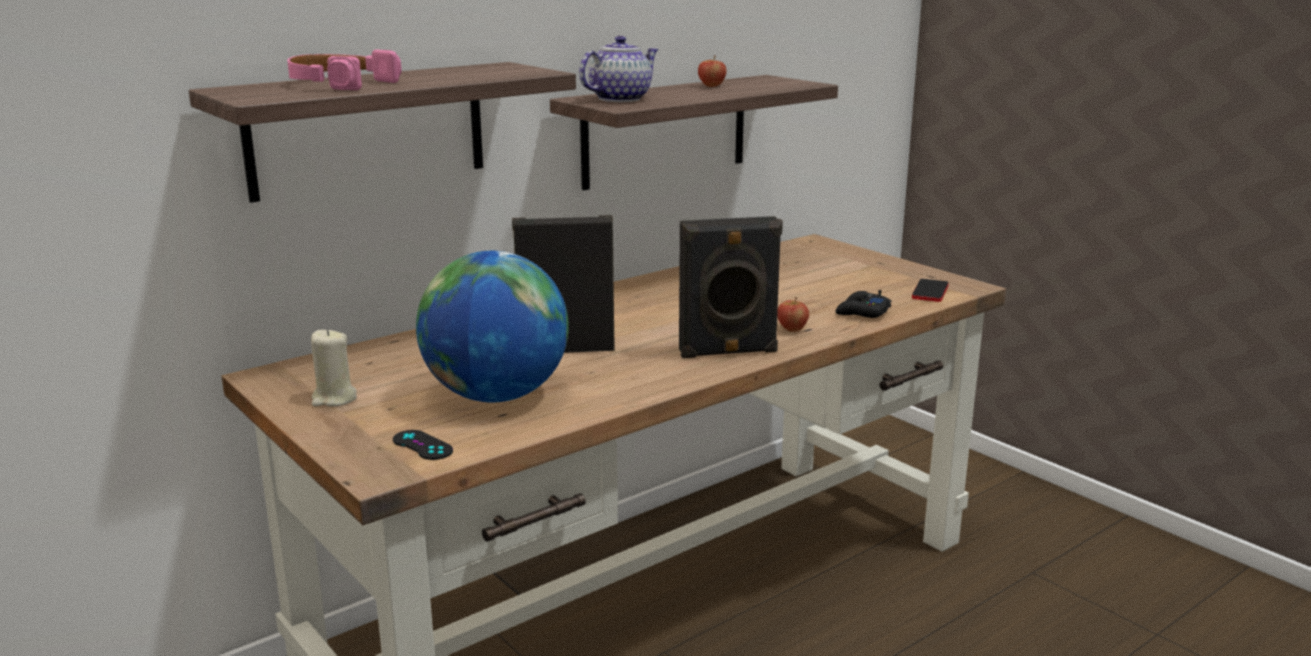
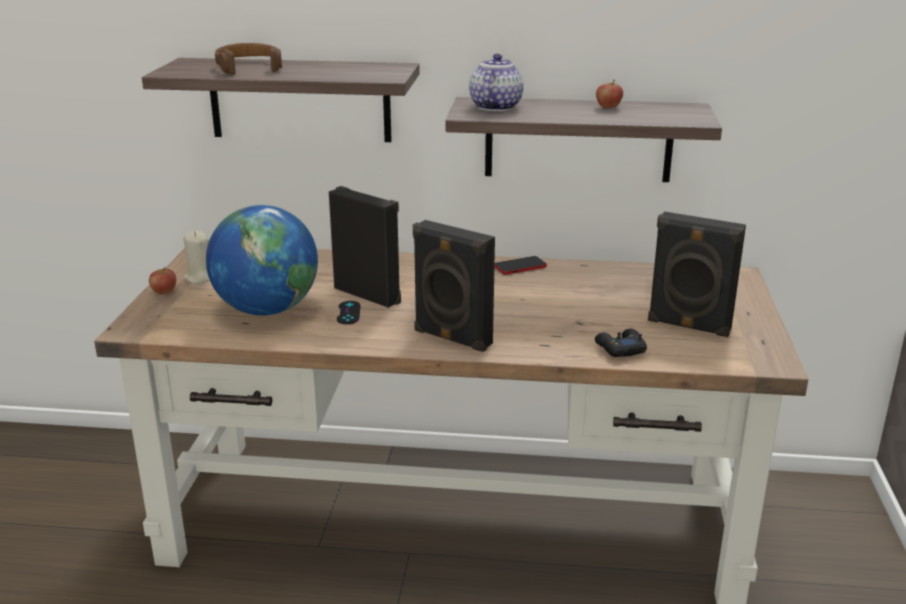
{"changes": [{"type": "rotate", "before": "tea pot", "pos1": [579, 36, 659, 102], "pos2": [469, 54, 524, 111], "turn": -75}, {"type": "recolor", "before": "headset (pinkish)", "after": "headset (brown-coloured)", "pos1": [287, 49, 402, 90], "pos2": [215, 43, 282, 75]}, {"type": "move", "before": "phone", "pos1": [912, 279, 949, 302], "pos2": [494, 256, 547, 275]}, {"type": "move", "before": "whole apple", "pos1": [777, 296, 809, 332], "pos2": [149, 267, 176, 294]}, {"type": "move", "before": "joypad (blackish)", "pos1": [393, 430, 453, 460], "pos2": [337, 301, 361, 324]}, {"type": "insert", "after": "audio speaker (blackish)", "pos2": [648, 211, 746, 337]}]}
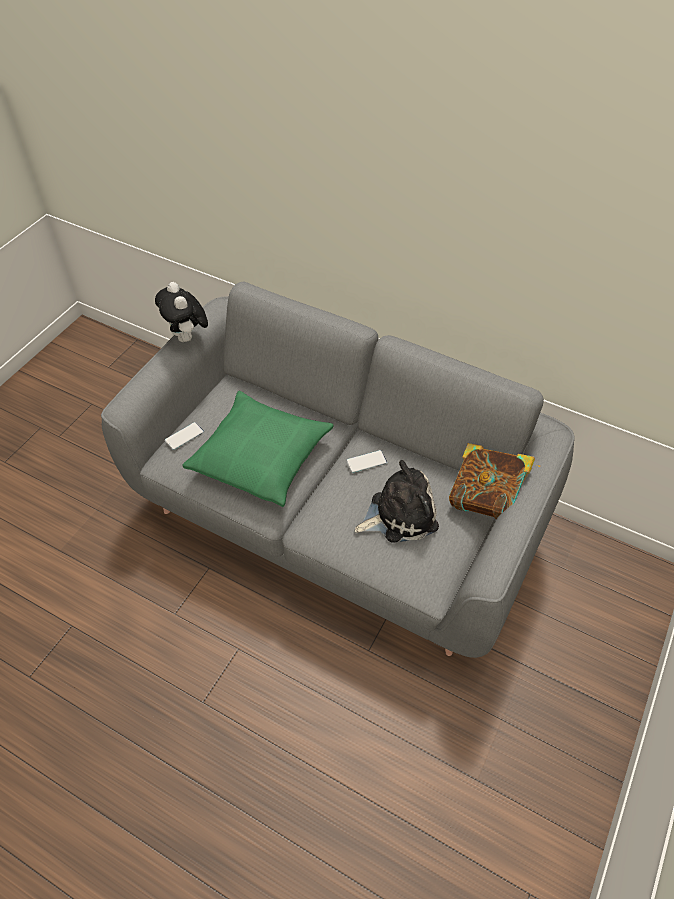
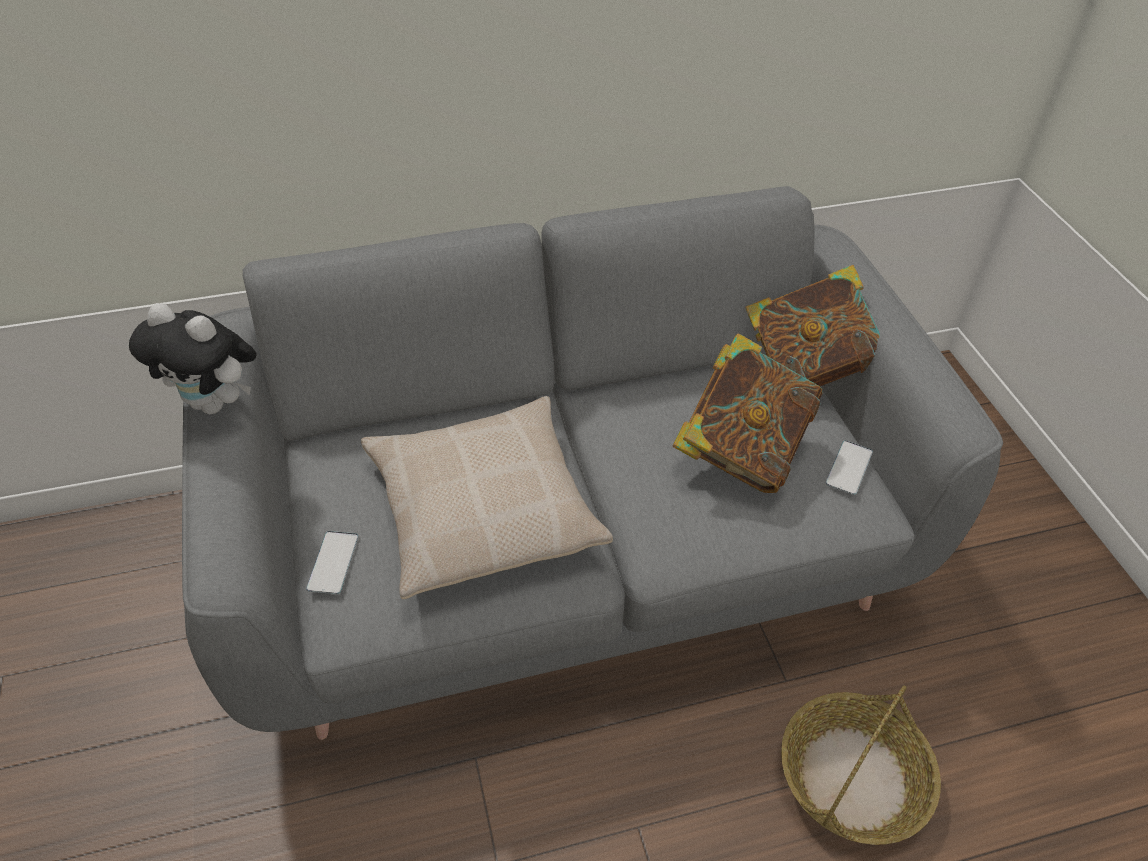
{"changes": [{"type": "recolor", "before": "throw pillow (green)", "after": "throw pillow (beige)", "pos1": [182, 391, 333, 507], "pos2": [361, 396, 613, 599]}, {"type": "move", "before": "phone", "pos1": [346, 450, 387, 473], "pos2": [826, 440, 873, 495]}, {"type": "replace", "before": "plush toy", "after": "book", "pos1": [355, 460, 439, 543], "pos2": [672, 333, 822, 493]}, {"type": "insert", "after": "basket", "pos2": [781, 685, 941, 845]}]}
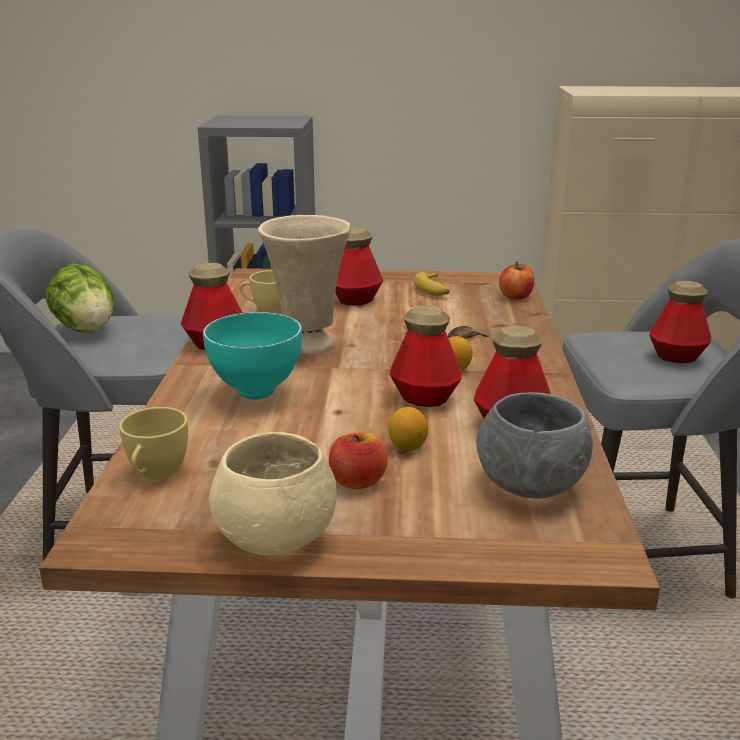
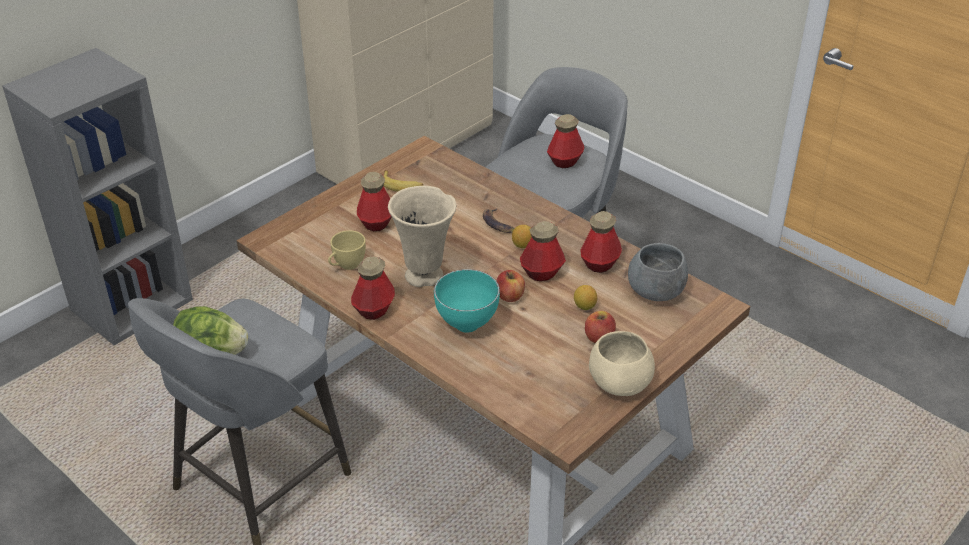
{"changes": [{"type": "move", "before": "whole apple", "pos1": [499, 262, 534, 300], "pos2": [496, 270, 525, 302]}, {"type": "delete", "before": "cup (yellow)", "pos1": [119, 407, 188, 479]}]}
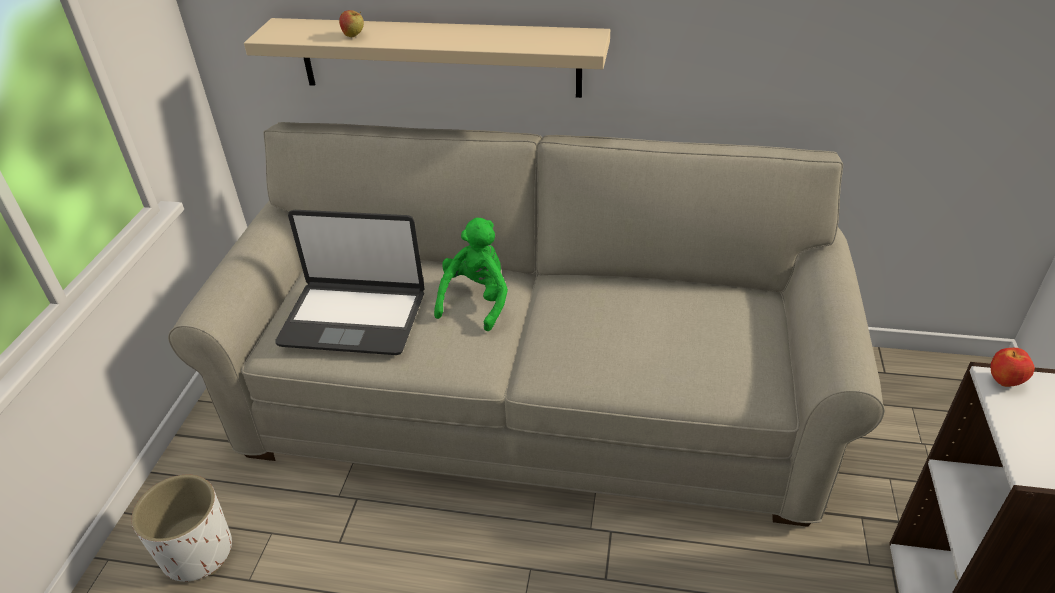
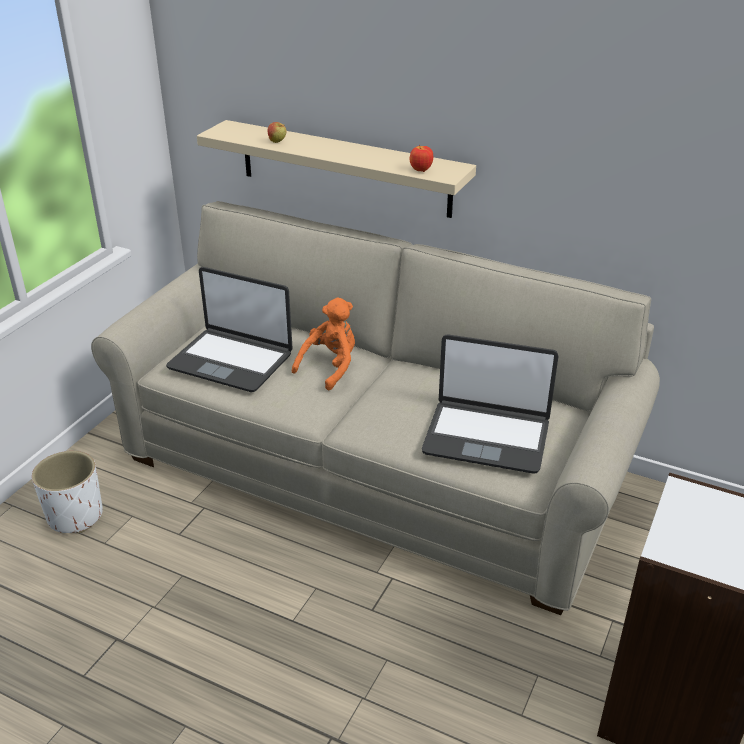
{"changes": [{"type": "recolor", "before": "plush toy (green)", "after": "plush toy (orange-coloured)", "pos1": [434, 218, 508, 331], "pos2": [292, 298, 355, 390]}, {"type": "move", "before": "whole apple", "pos1": [991, 348, 1035, 387], "pos2": [409, 145, 433, 172]}, {"type": "insert", "after": "portable computer", "pos2": [422, 334, 559, 474]}]}
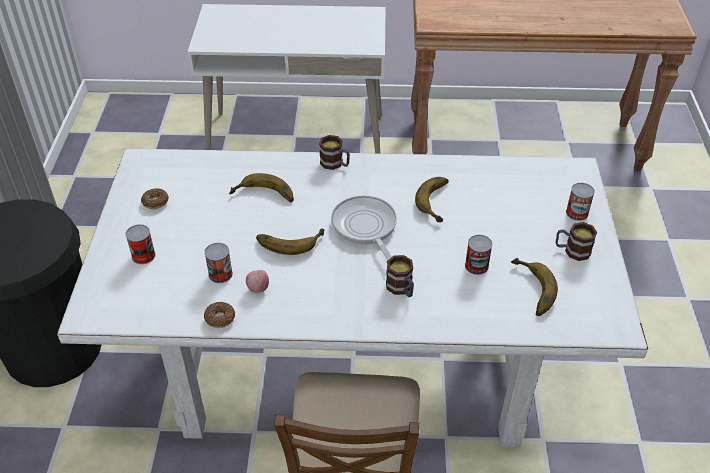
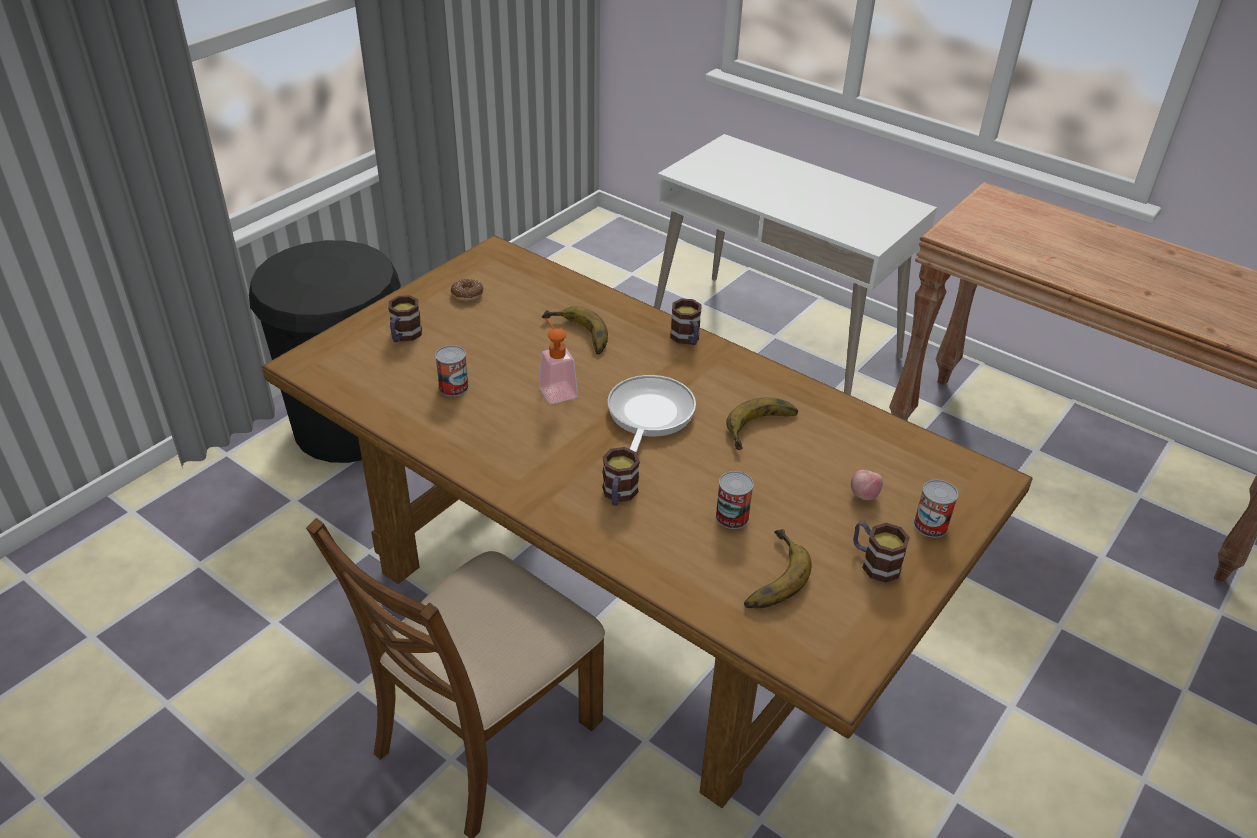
{"changes": [{"type": "recolor", "before": "dinner table (white)", "after": "dinner table (brown-coloured)", "pos1": [57, 148, 648, 448], "pos2": [262, 235, 1032, 808]}, {"type": "replace", "before": "metal can", "after": "coffee mug", "pos1": [125, 224, 156, 264], "pos2": [388, 295, 422, 342]}, {"type": "replace", "before": "banana", "after": "soap bottle", "pos1": [256, 228, 324, 255], "pos2": [539, 318, 578, 404]}, {"type": "move", "before": "whole apple", "pos1": [246, 270, 269, 293], "pos2": [851, 470, 883, 500]}, {"type": "delete", "before": "ring doughnut", "pos1": [204, 302, 235, 328]}]}
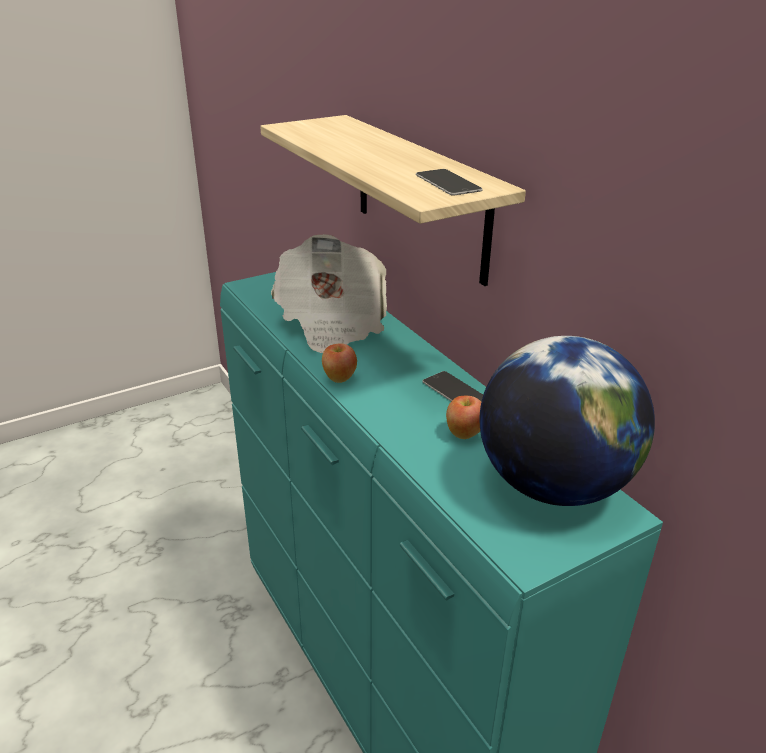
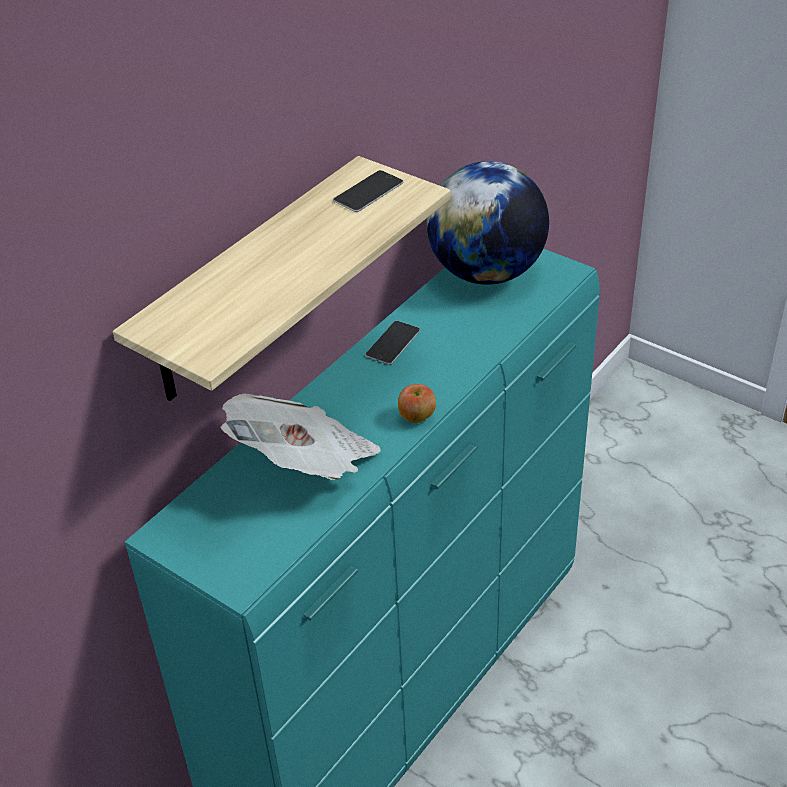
{"changes": [{"type": "delete", "before": "whole apple", "pos1": [446, 396, 481, 439]}]}
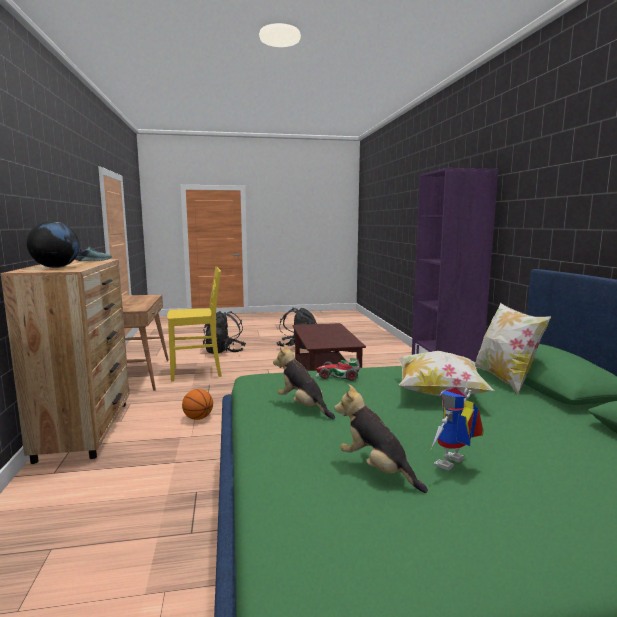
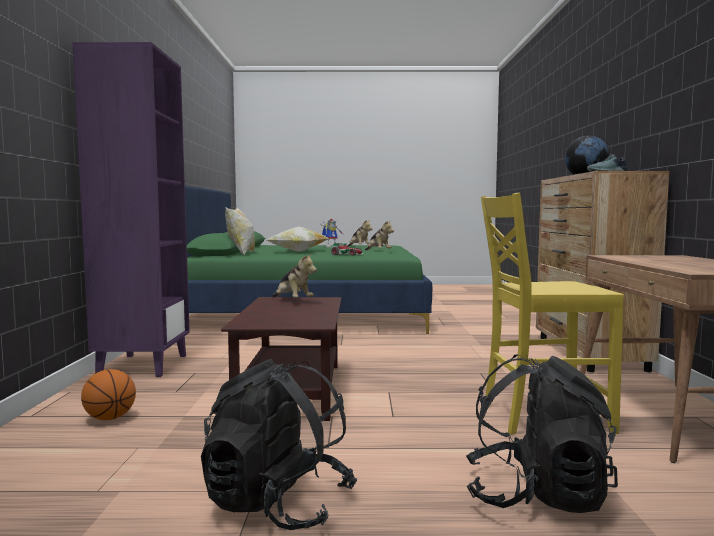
{"changes": [{"type": "move", "before": "basketball", "pos1": [182, 389, 213, 420], "pos2": [81, 369, 136, 420]}, {"type": "insert", "after": "plush toy", "pos2": [272, 253, 317, 298]}]}
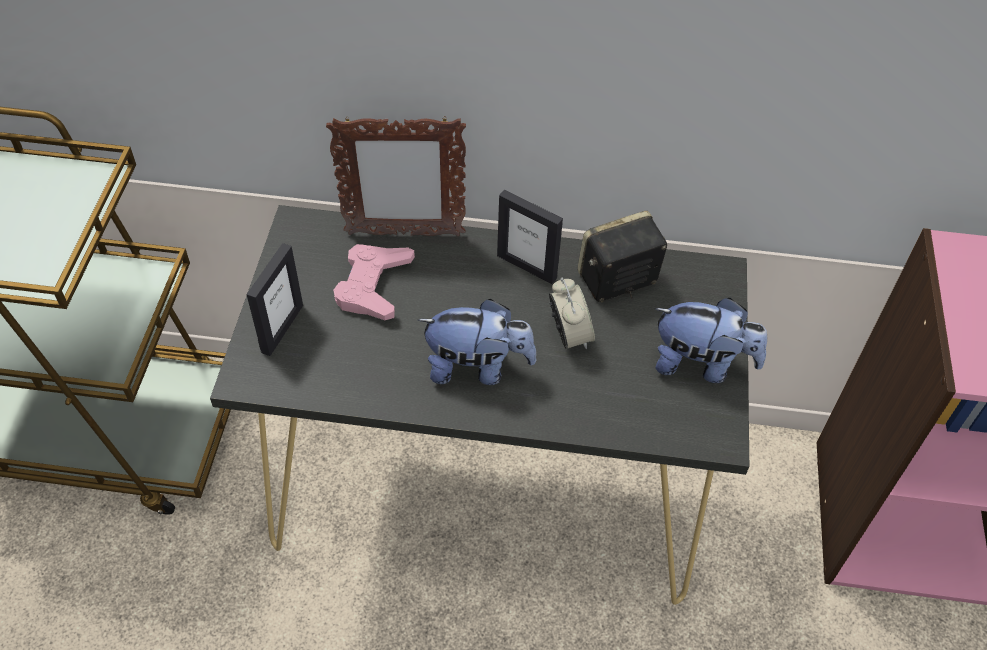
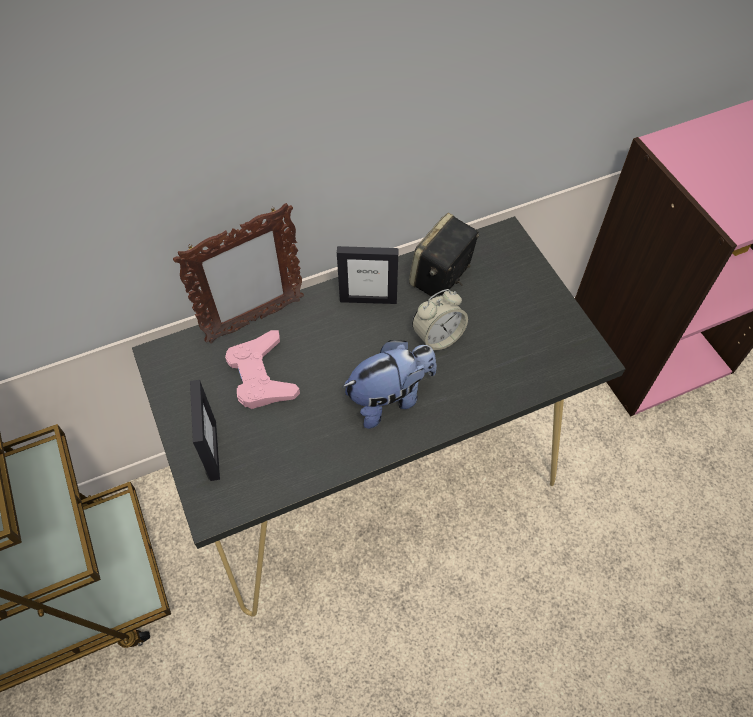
{"changes": [{"type": "rotate", "before": "alarm clock", "pos1": [549, 278, 595, 349], "pos2": [412, 289, 468, 350], "turn": 105}, {"type": "delete", "before": "plush toy", "pos1": [655, 298, 767, 383]}]}
